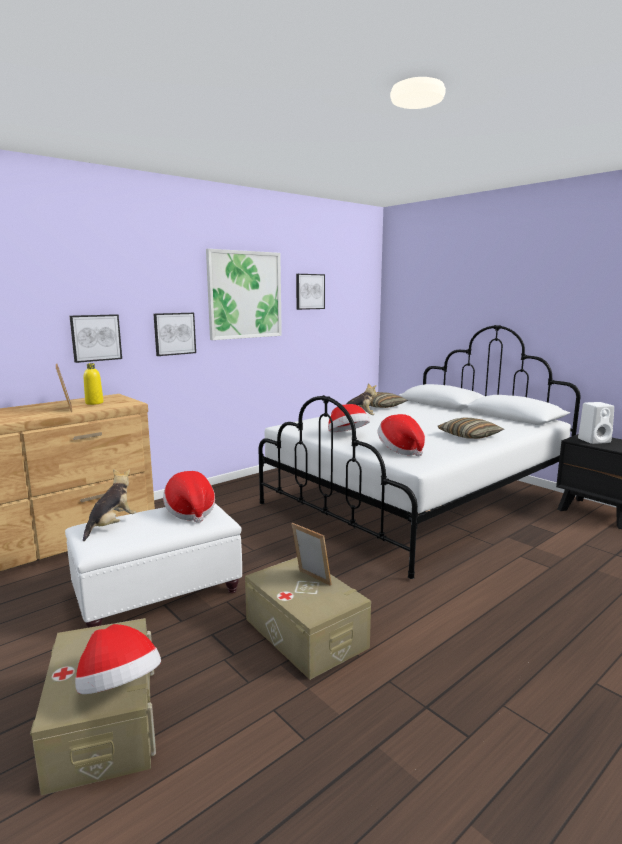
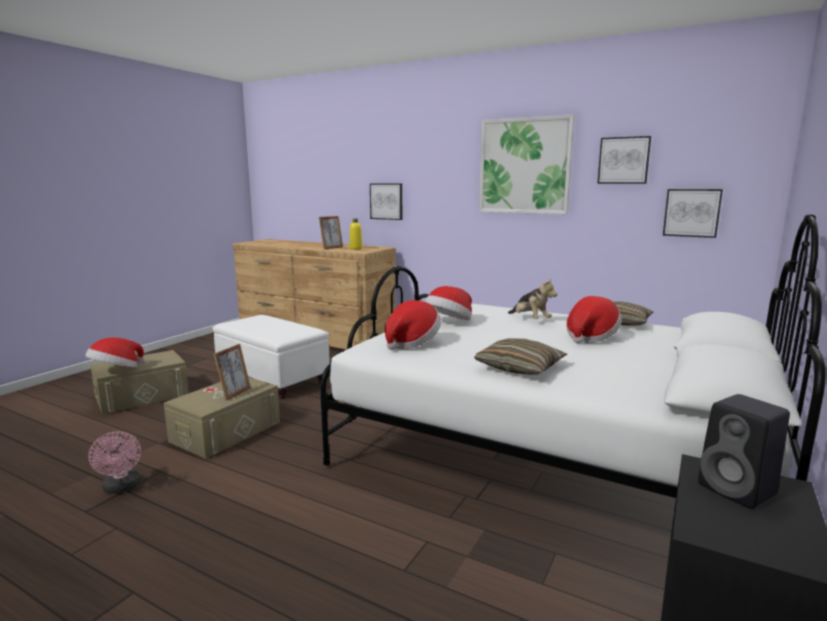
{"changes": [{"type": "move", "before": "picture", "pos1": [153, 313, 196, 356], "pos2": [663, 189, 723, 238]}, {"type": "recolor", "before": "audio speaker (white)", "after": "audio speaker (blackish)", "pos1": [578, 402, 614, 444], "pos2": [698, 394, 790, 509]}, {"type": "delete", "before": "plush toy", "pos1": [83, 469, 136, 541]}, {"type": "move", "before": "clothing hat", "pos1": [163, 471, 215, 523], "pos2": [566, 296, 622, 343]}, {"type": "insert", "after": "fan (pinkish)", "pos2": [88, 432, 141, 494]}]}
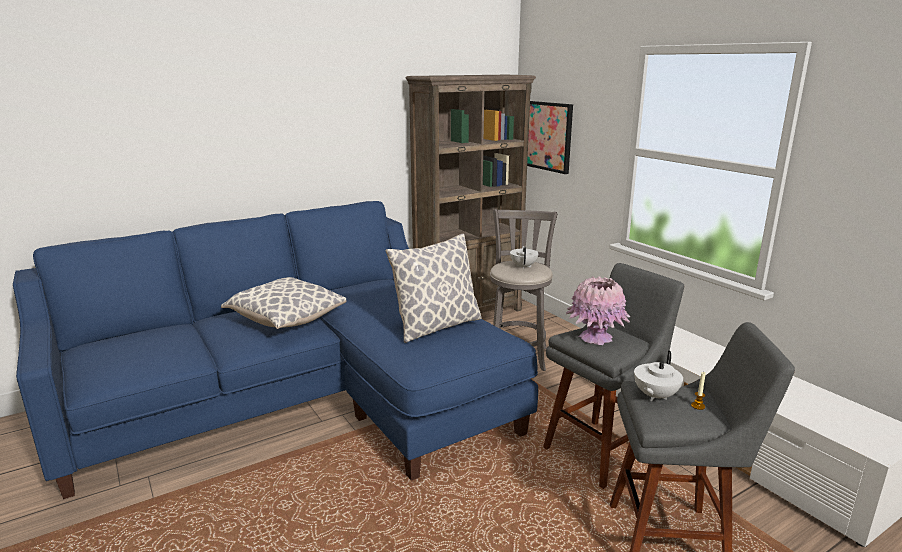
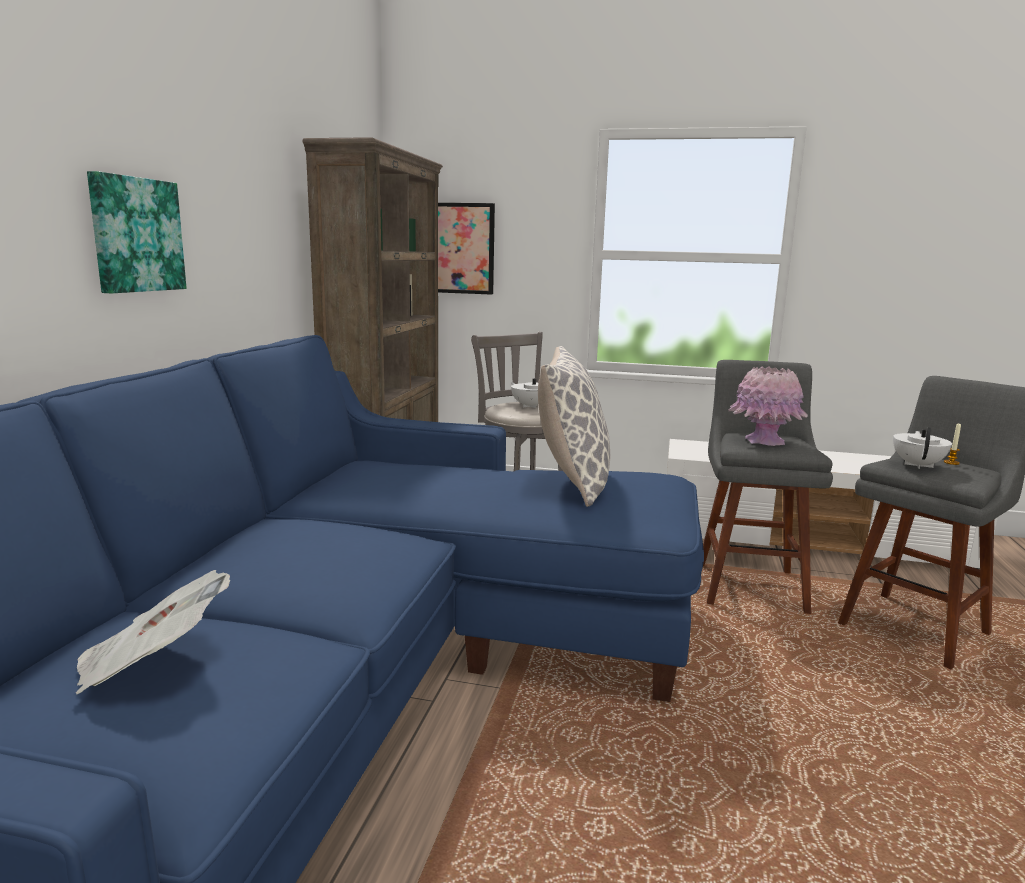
{"changes": [{"type": "delete", "before": "throw pillow", "pos1": [221, 277, 347, 329]}, {"type": "rotate", "before": "tea pot (white)", "pos1": [634, 350, 683, 401], "pos2": [893, 427, 952, 469], "turn": -150}, {"type": "insert", "after": "picture", "pos2": [87, 171, 186, 293]}, {"type": "insert", "after": "newspaper", "pos2": [76, 570, 230, 695]}]}
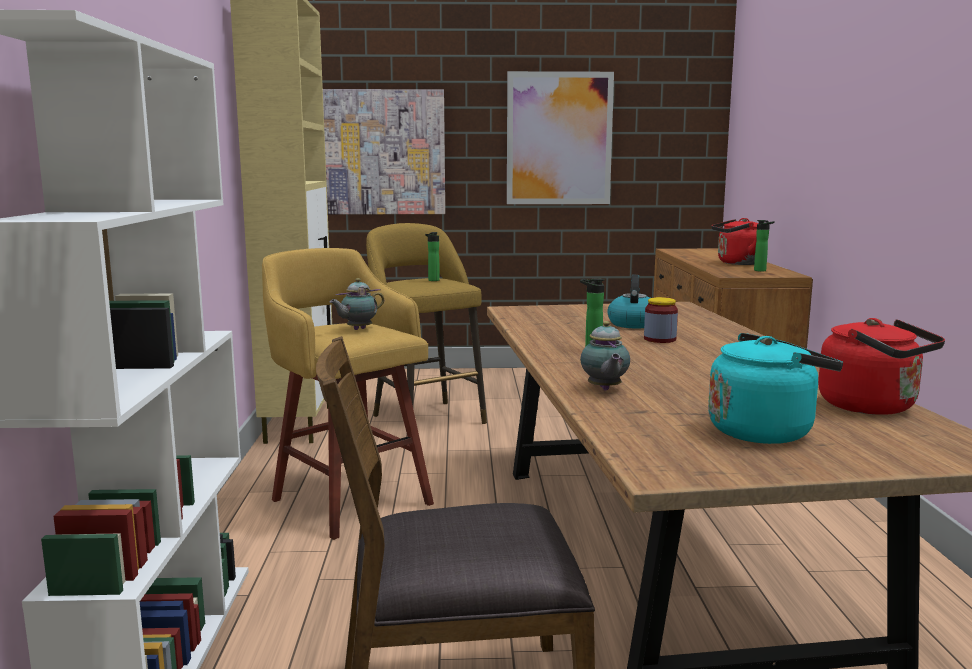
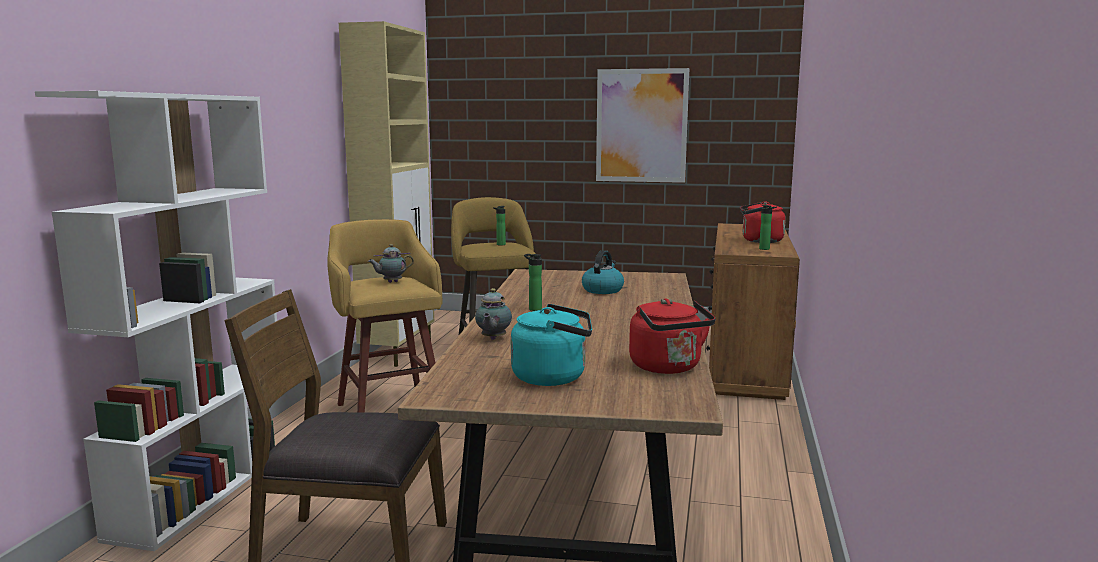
{"changes": [{"type": "delete", "before": "picture", "pos1": [323, 89, 445, 215]}, {"type": "delete", "before": "jar", "pos1": [644, 297, 678, 343]}]}
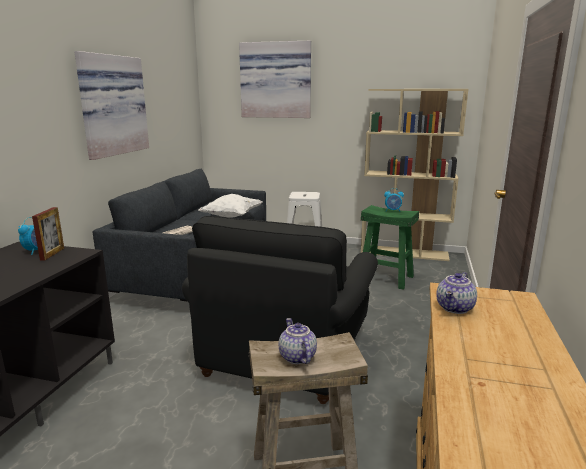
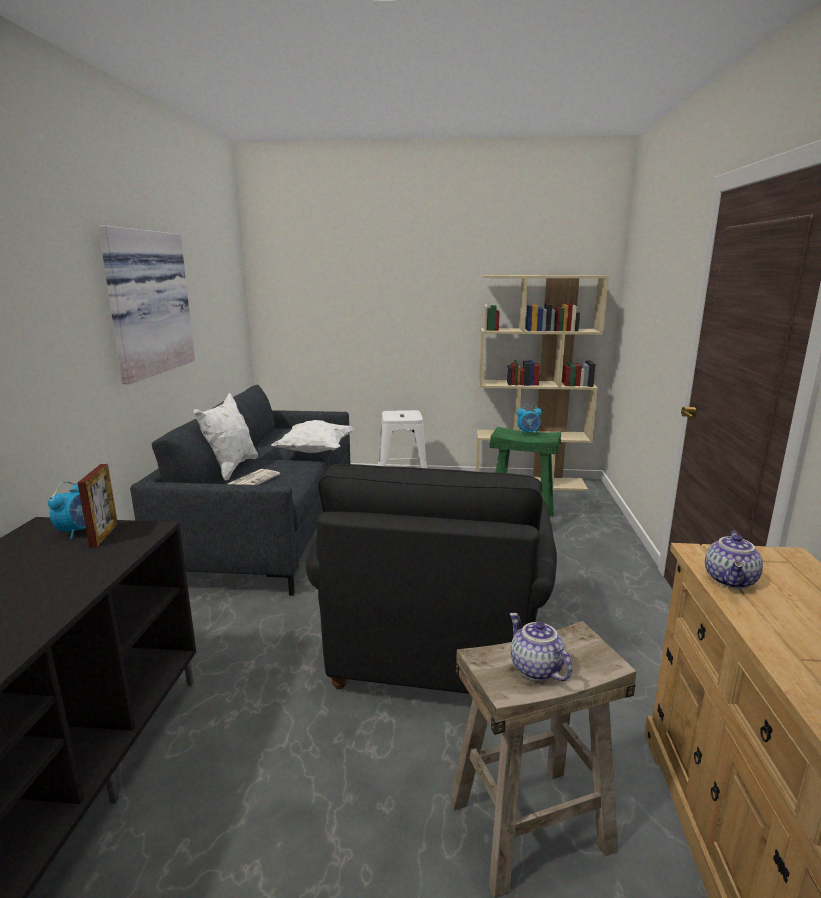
{"changes": [{"type": "delete", "before": "picture", "pos1": [239, 41, 311, 118]}, {"type": "insert", "after": "throw pillow (white)", "pos2": [193, 393, 258, 480]}]}
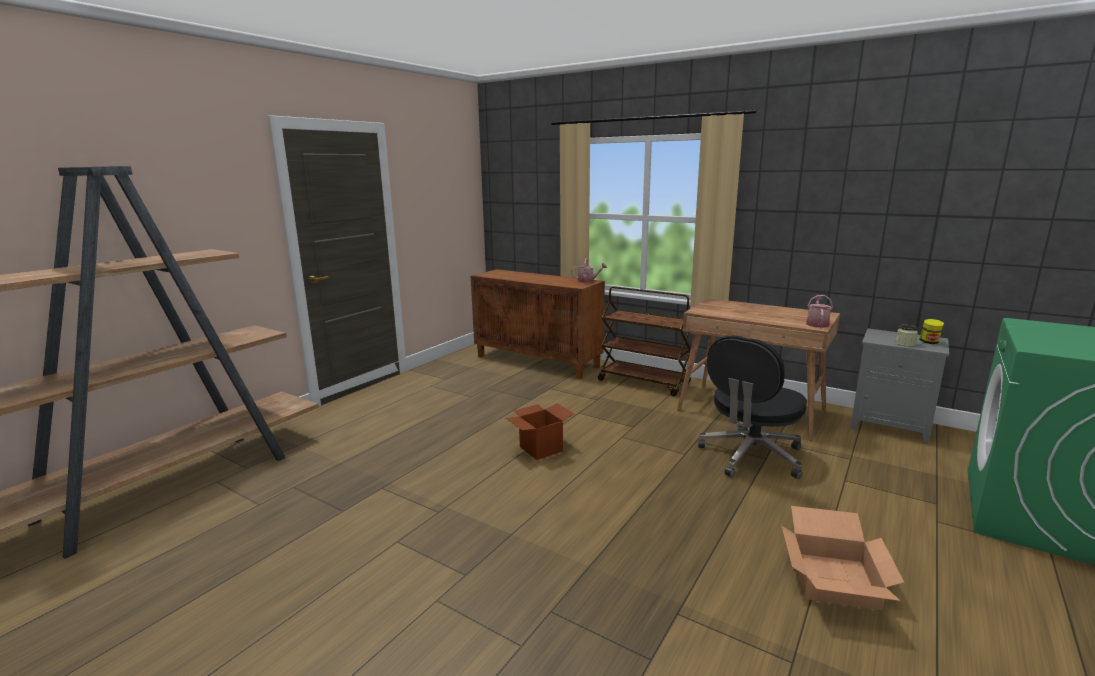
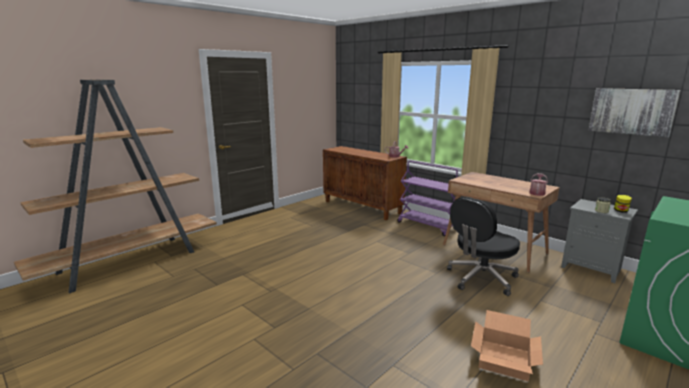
{"changes": [{"type": "recolor", "before": "wheeled cart (brown-coloured)", "after": "wheeled cart (purplish)", "pos1": [598, 287, 691, 396], "pos2": [397, 161, 458, 236]}, {"type": "delete", "before": "carton", "pos1": [506, 403, 574, 460]}, {"type": "insert", "after": "picture", "pos2": [588, 88, 681, 137]}]}
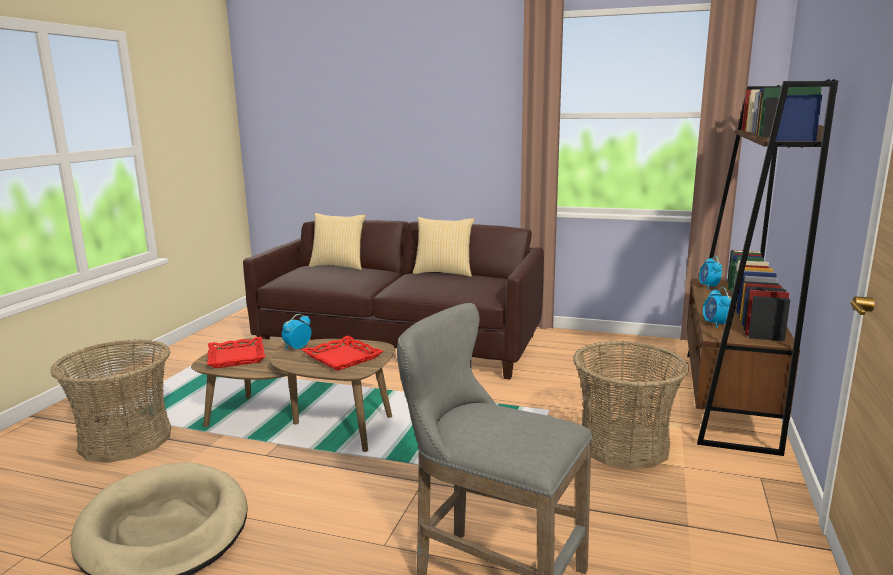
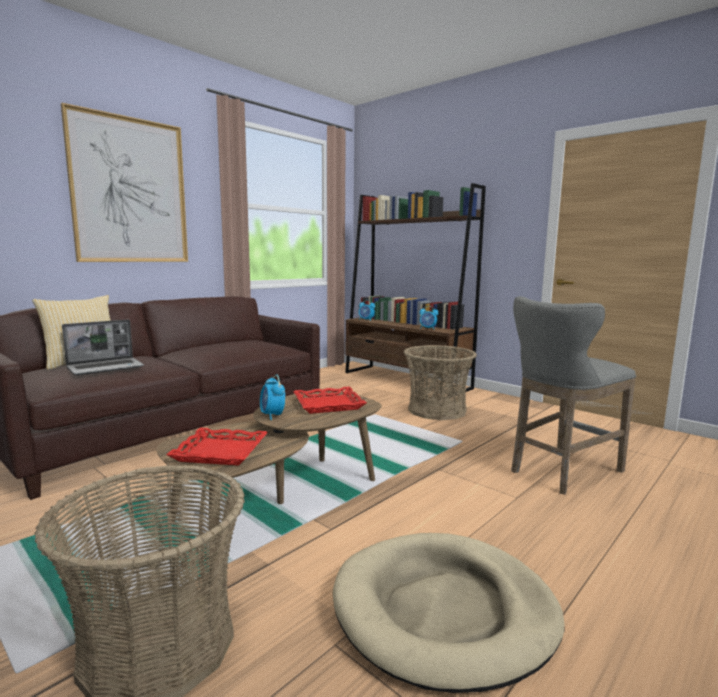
{"changes": [{"type": "delete", "before": "throw pillow", "pos1": [413, 217, 475, 277]}, {"type": "insert", "after": "picture", "pos2": [61, 103, 188, 262]}, {"type": "insert", "after": "portable computer", "pos2": [62, 320, 144, 375]}]}
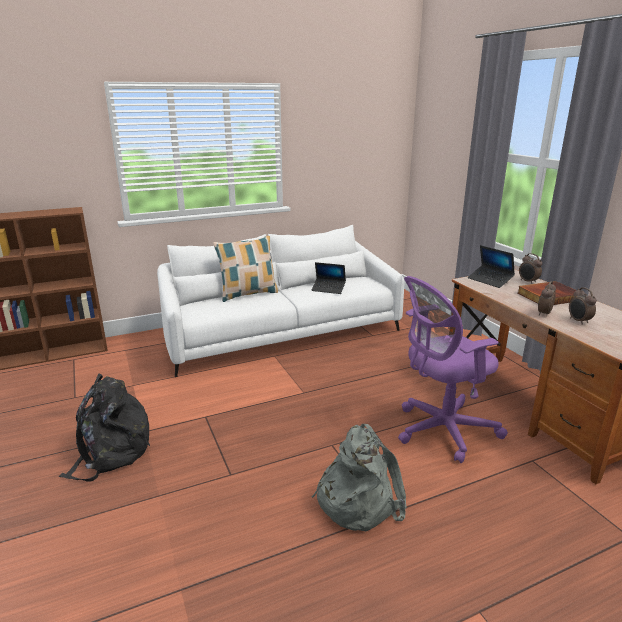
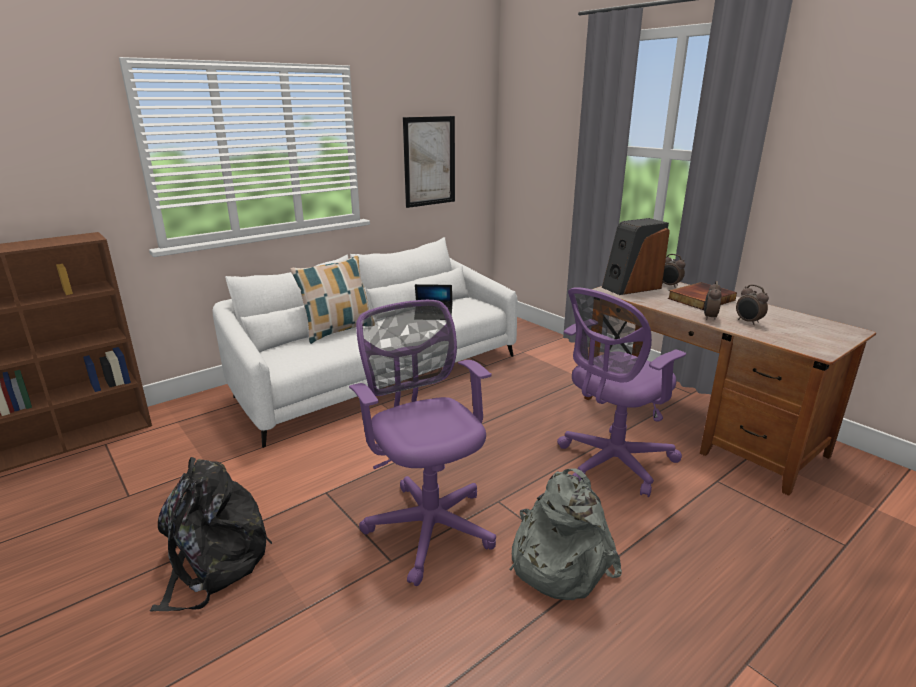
{"changes": [{"type": "replace", "before": "portable computer", "after": "audio speaker", "pos1": [468, 245, 515, 288], "pos2": [602, 218, 670, 295]}, {"type": "insert", "after": "picture", "pos2": [403, 116, 455, 208]}, {"type": "insert", "after": "computer chair (purplish)", "pos2": [349, 300, 496, 586]}]}
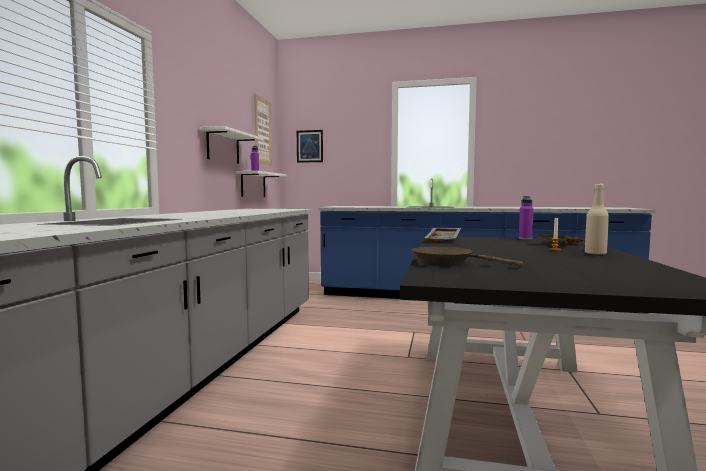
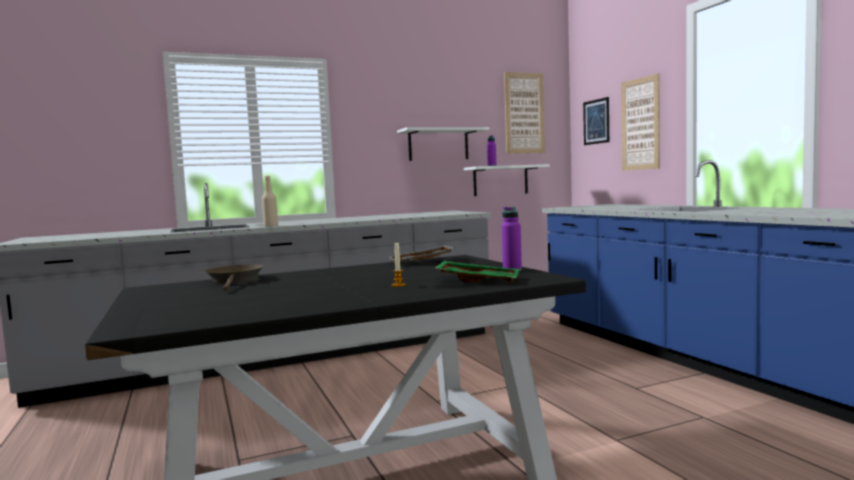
{"changes": [{"type": "move", "before": "bottle (beige)", "pos1": [585, 184, 609, 255], "pos2": [262, 176, 278, 227]}, {"type": "insert", "after": "picture", "pos2": [621, 73, 660, 171]}]}
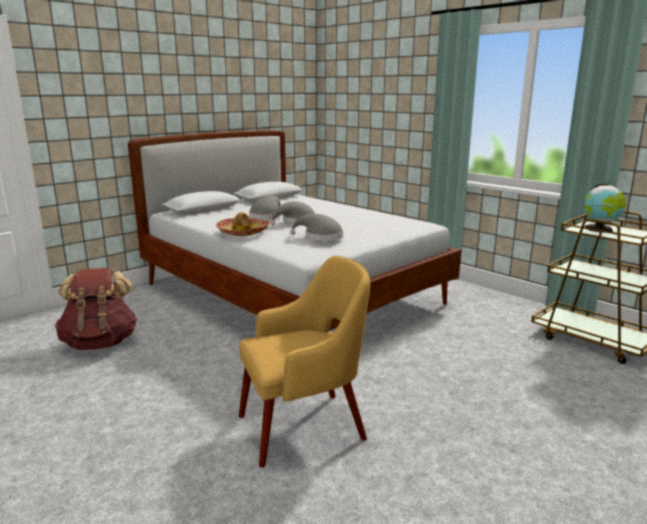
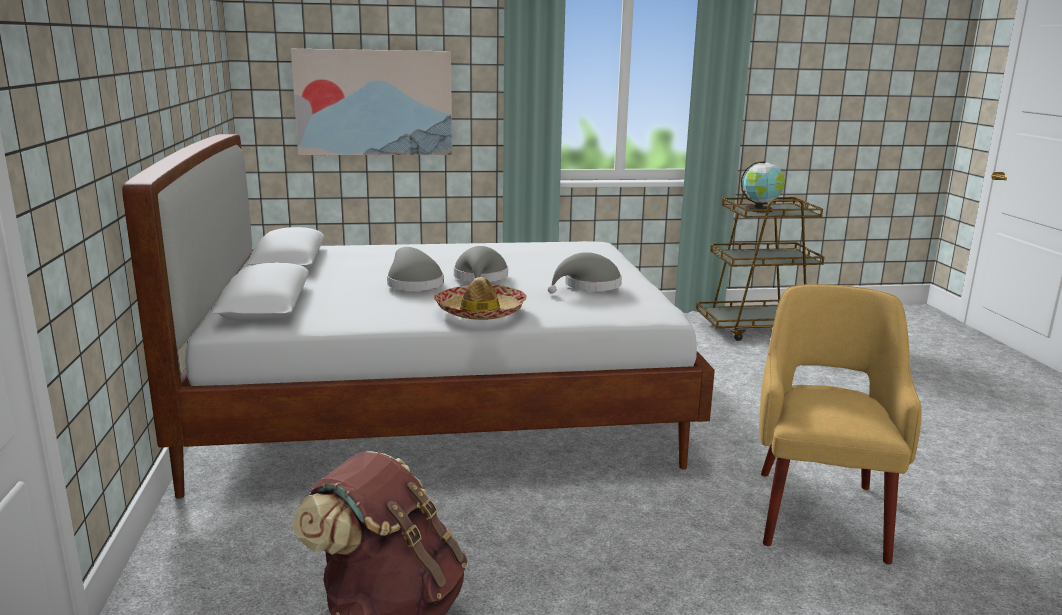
{"changes": [{"type": "insert", "after": "picture", "pos2": [291, 49, 452, 155]}]}
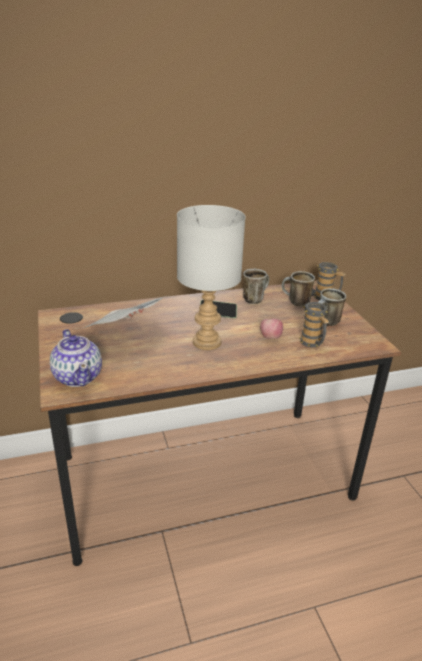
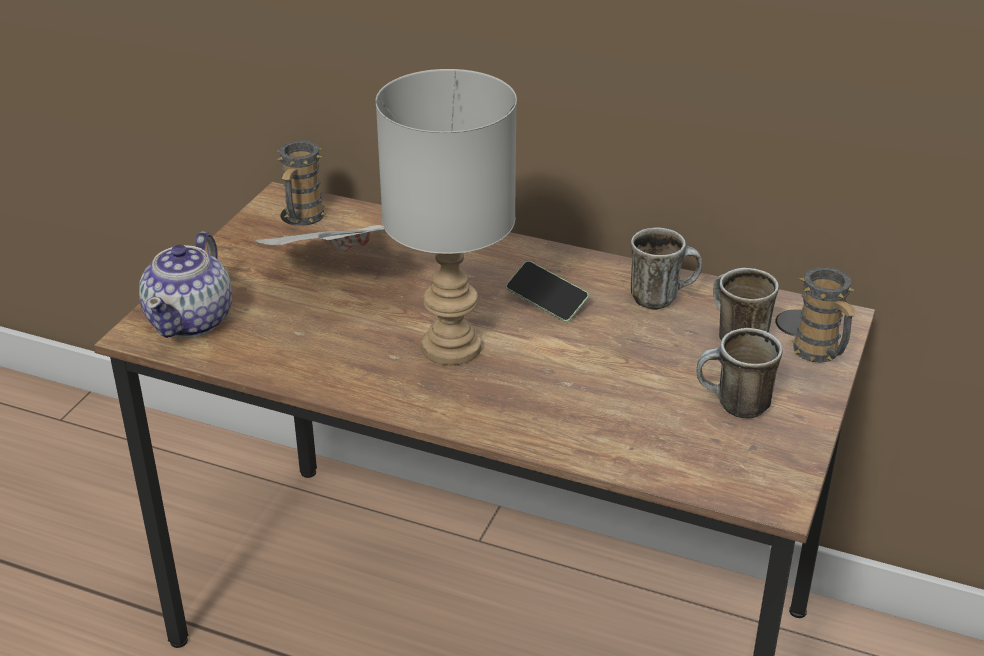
{"changes": [{"type": "move", "before": "coffee mug", "pos1": [299, 302, 329, 347], "pos2": [278, 140, 326, 224]}, {"type": "delete", "before": "whole apple", "pos1": [260, 319, 283, 339]}]}
